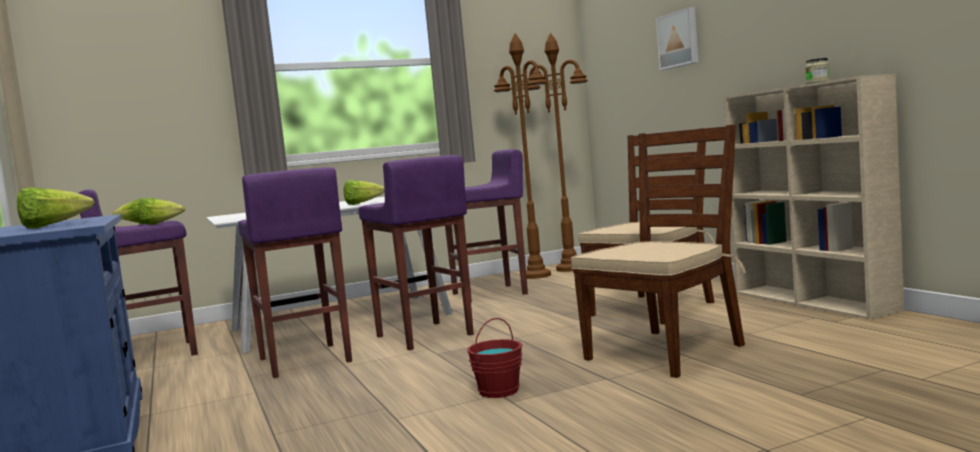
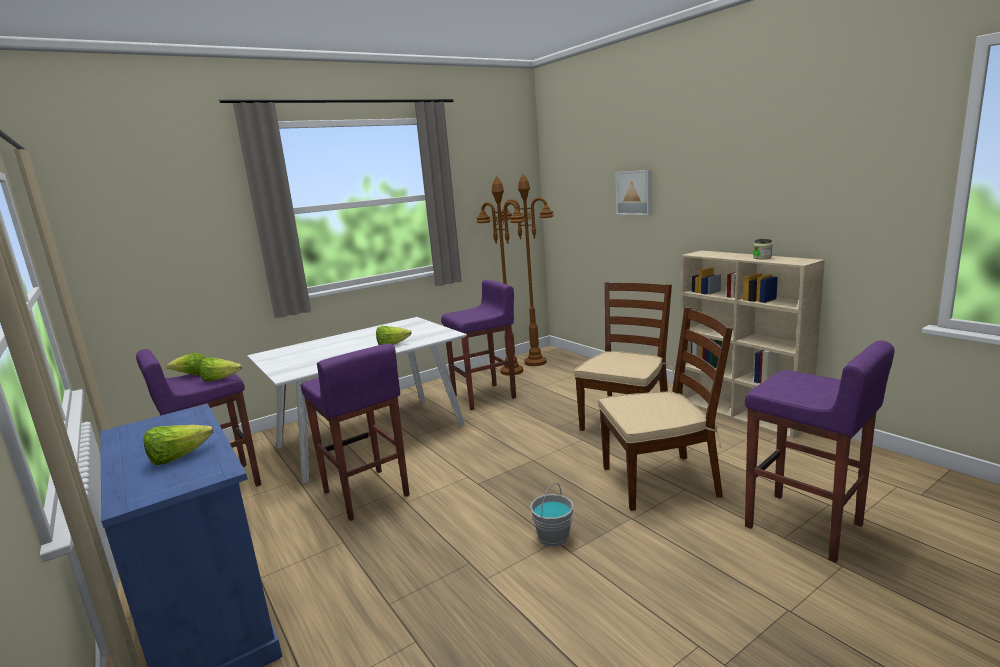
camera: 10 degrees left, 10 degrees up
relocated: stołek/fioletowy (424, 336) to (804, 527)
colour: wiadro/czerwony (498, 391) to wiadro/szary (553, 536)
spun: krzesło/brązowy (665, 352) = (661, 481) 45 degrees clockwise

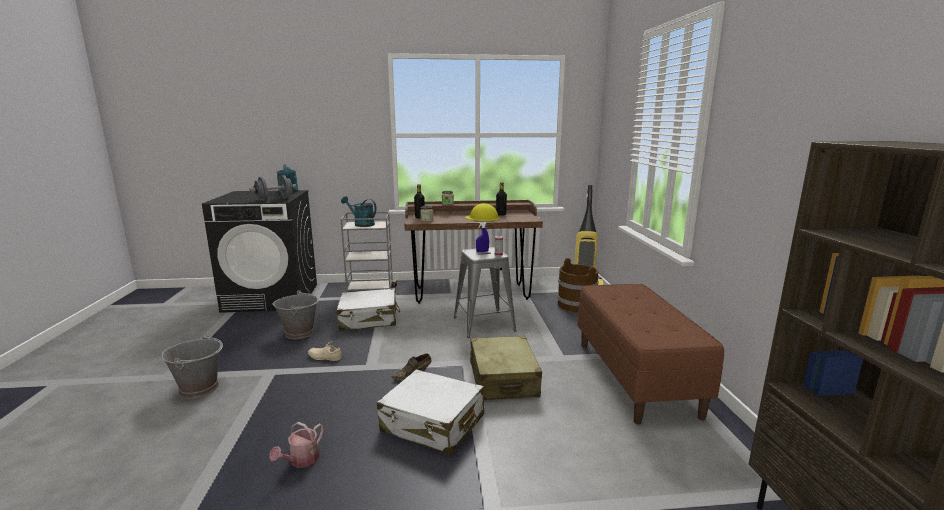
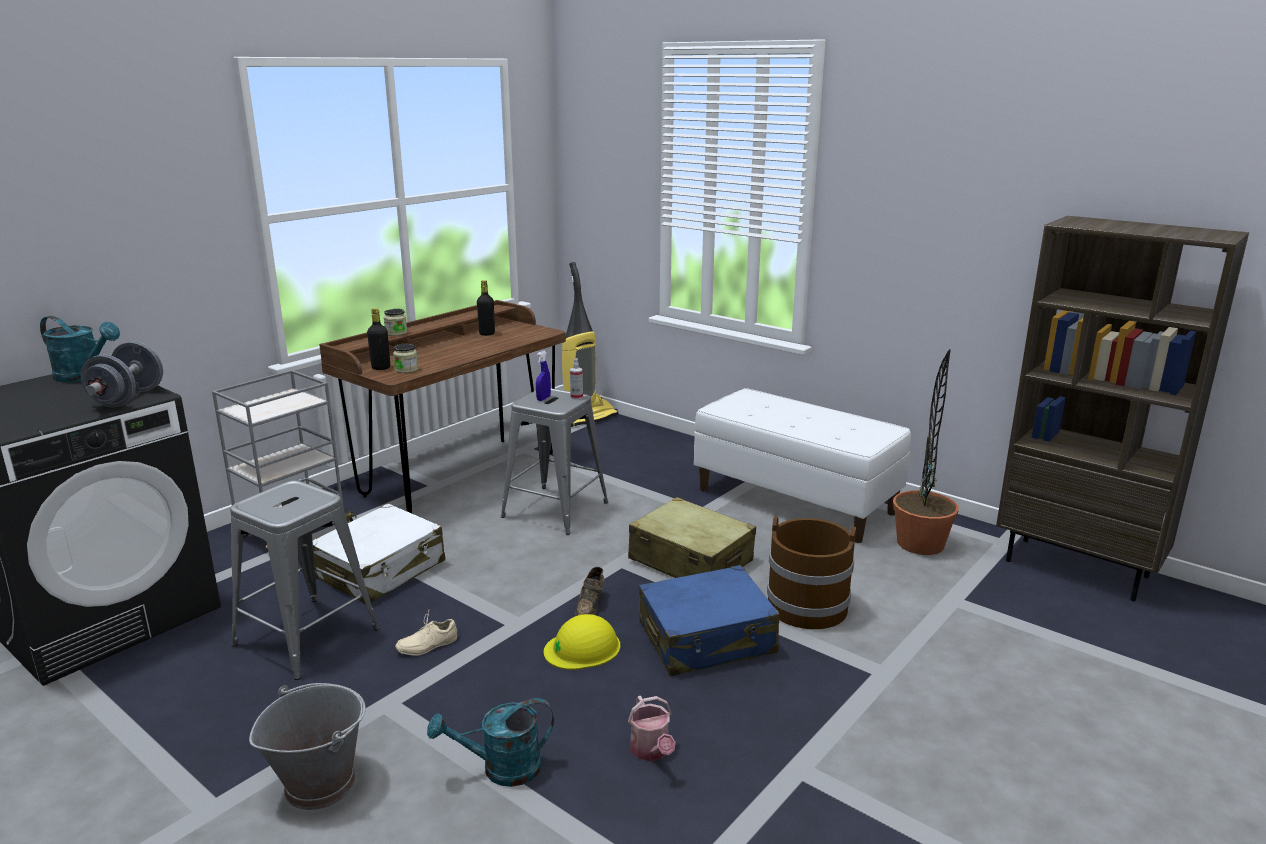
camera: 45 degrees left, 5 degrees up
appeared: roślina doniczkowa (920, 544)
relocated: konewka/turkusowy (361, 224) to (501, 769); kask/żółty (482, 218) to (583, 648); wiadro/brązowy (576, 305) to (808, 606)
exchanged: wiadro/szary (300, 333) to stołek/szary (306, 637)
colour: ławka/brązowy (636, 377) to ławka/biały (796, 501); walizka/biały (433, 424) to walizka/niebieski (707, 638)

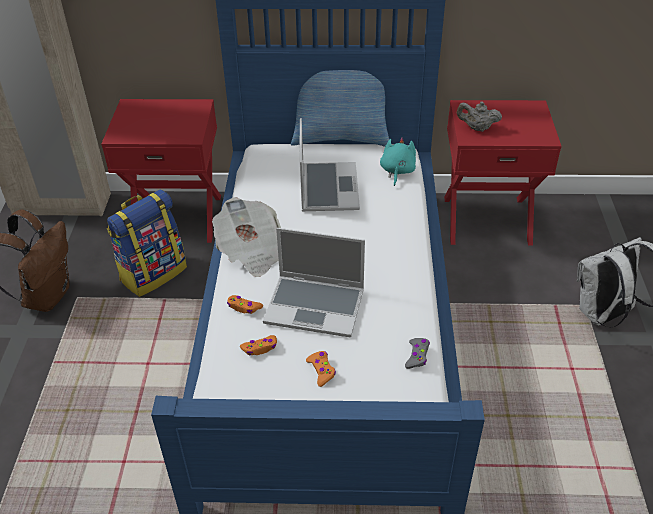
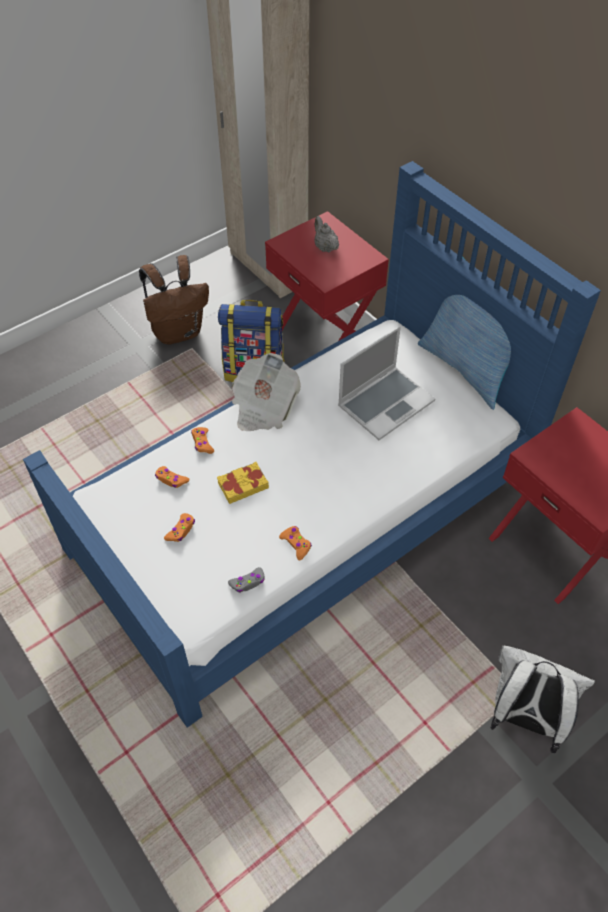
camera: 50 degrees right, 10 degrees up
missing: pluszak/turkusowy (397, 171)
appeared: pad do gier/pomarańczowy (296, 544)
relocated: imbryk/szary (477, 128) to (325, 247)
exchanged: laptop (316, 306) to książka/żółty (242, 485)

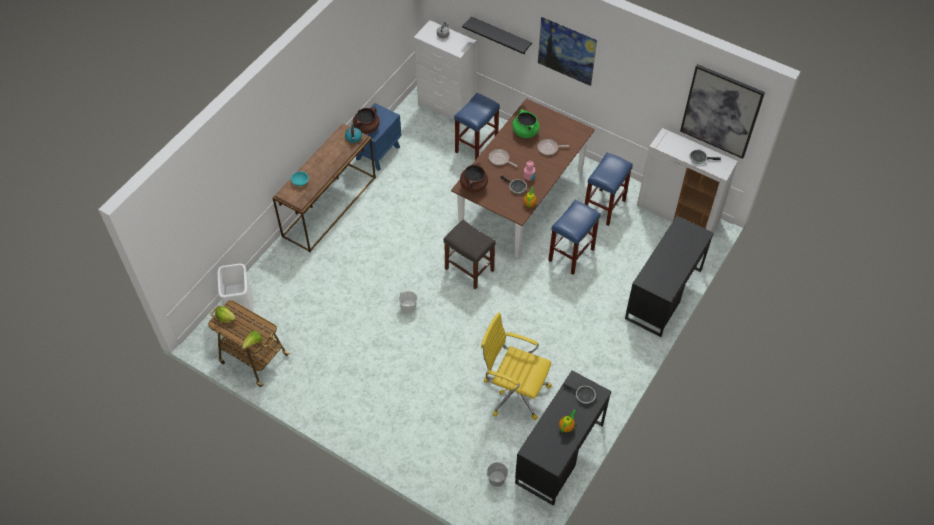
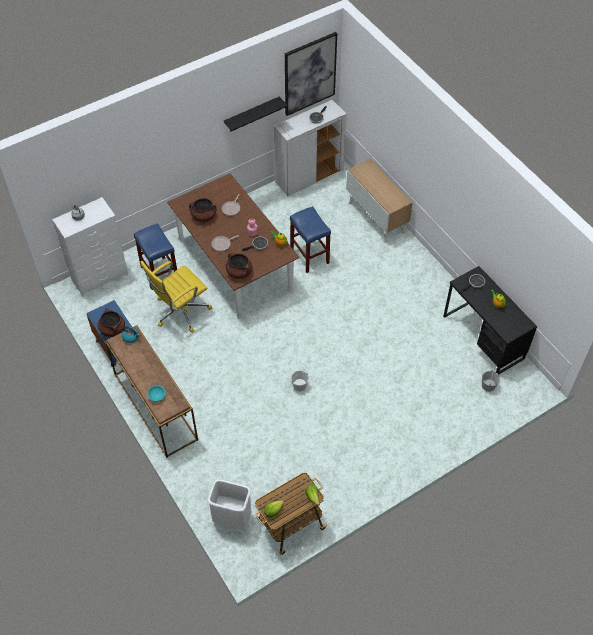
camera: 65 degrees left, 0 degrees up
missing: obraz (565, 63); stołek/niebieski (604, 207); stołek/szary (468, 269)
relocated: półka/czarny (501, 36) to (252, 115); krzesło biurowe/żółty (514, 391) to (180, 311)
exchanged: biurko/czarny (663, 294) to szafka (376, 217)
colour: garnek/zielony (525, 132) to garnek/brązowy (203, 216)

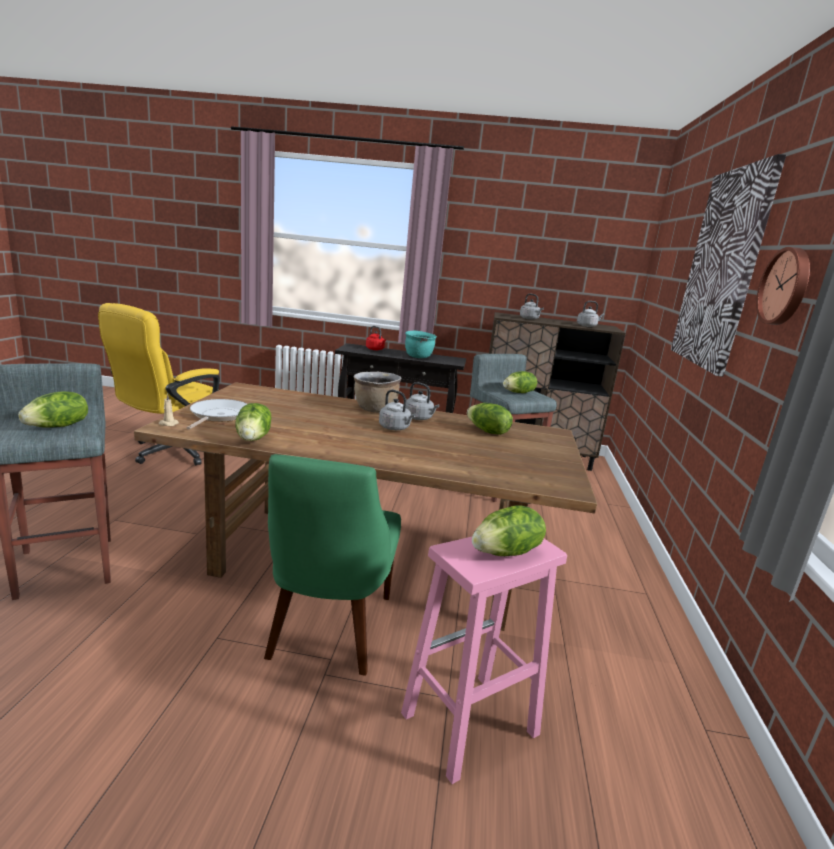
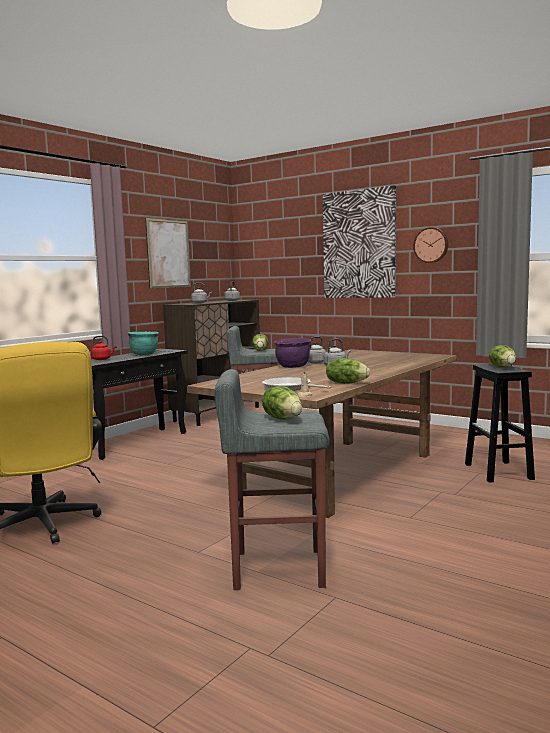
camera: 60 degrees left, 10 degrees down
missing: sałata (487, 431); krzesło/zielony (328, 630)
appeared: obraz (168, 254)
colour: garnek/brązowy (375, 410) to garnek/fioletowy (293, 367); stołek/różowy (468, 725) to stołek/czarny (499, 472)

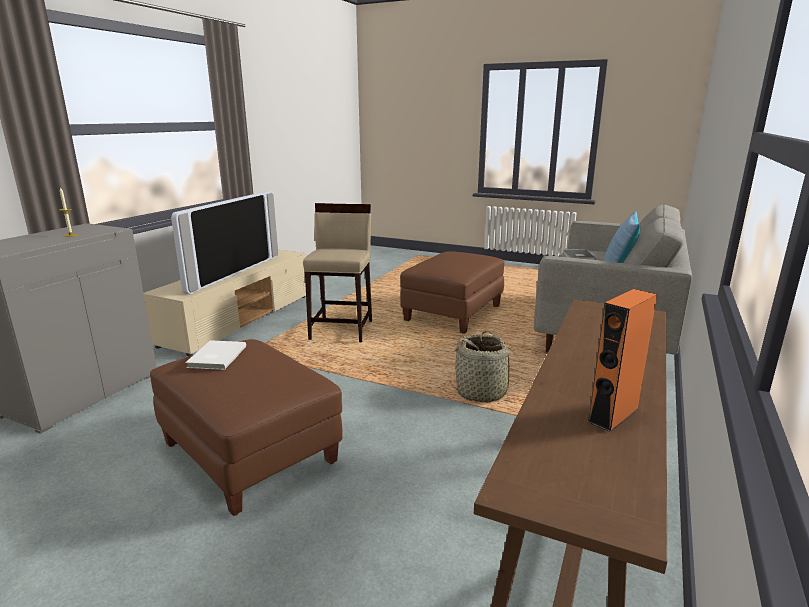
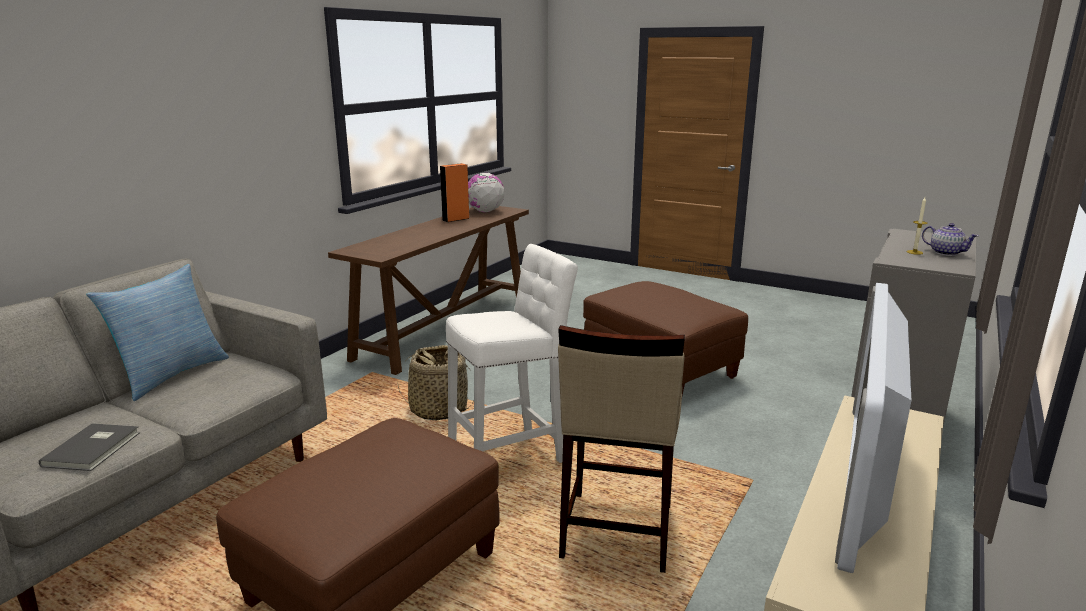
camera: 175 degrees left, 0 degrees up
missing: książka/biały (215, 357)
appeared: globus (485, 211); imbryk (945, 252); stołek/biały (512, 456)

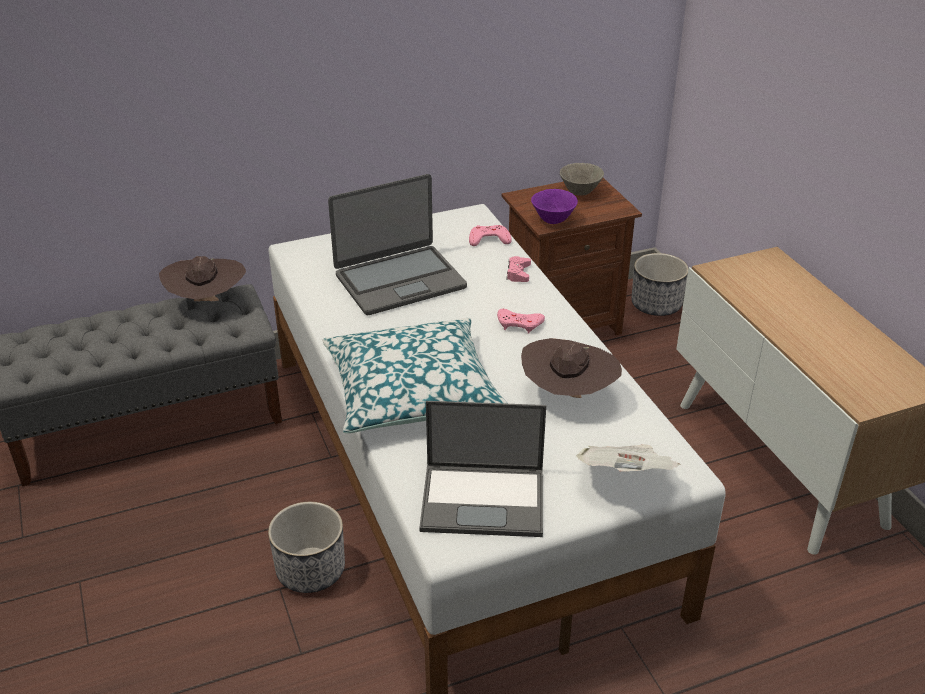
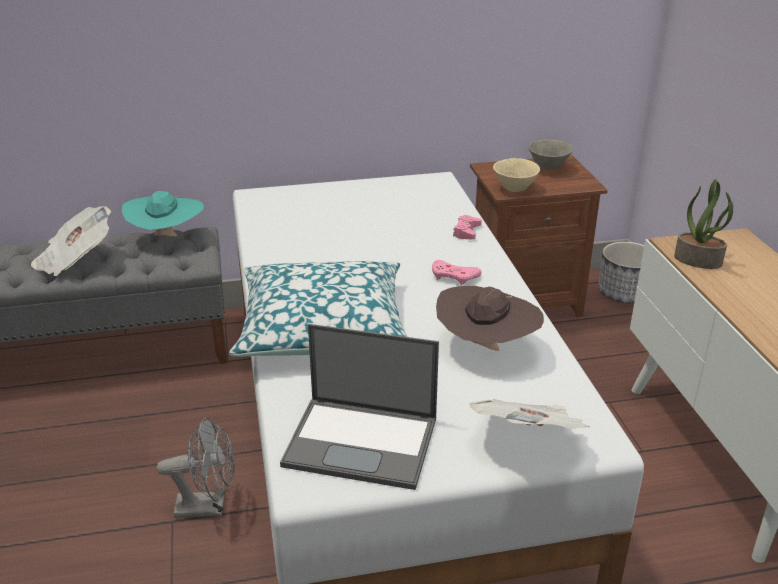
camera: 10 degrees right, 5 degrees down
missing: laptop (399, 281); pad do gier/różowy (489, 239)
appeared: roślina doniczkowa (698, 260); gazeta (75, 260)
exchanged: donica (310, 570) to wentylator/szary (208, 506)
colour: miska/fioletowy (553, 220) to miska/beżowy (514, 189); kapelusz/brązowy (207, 302) to kapelusz/turkusowy (167, 238)

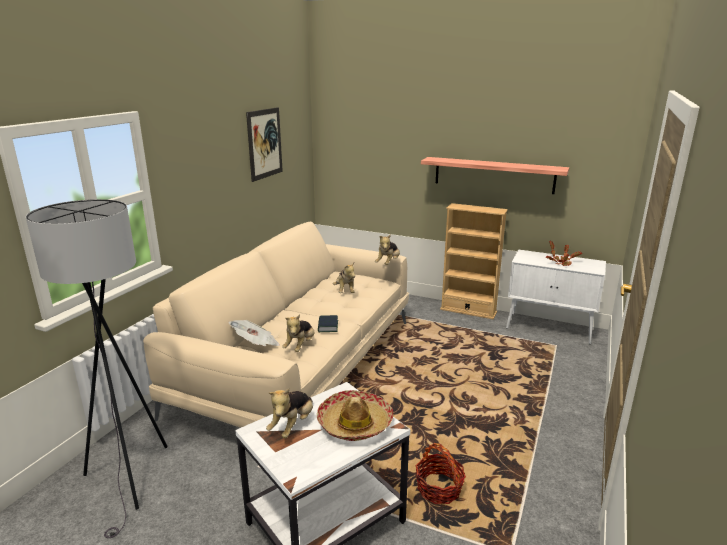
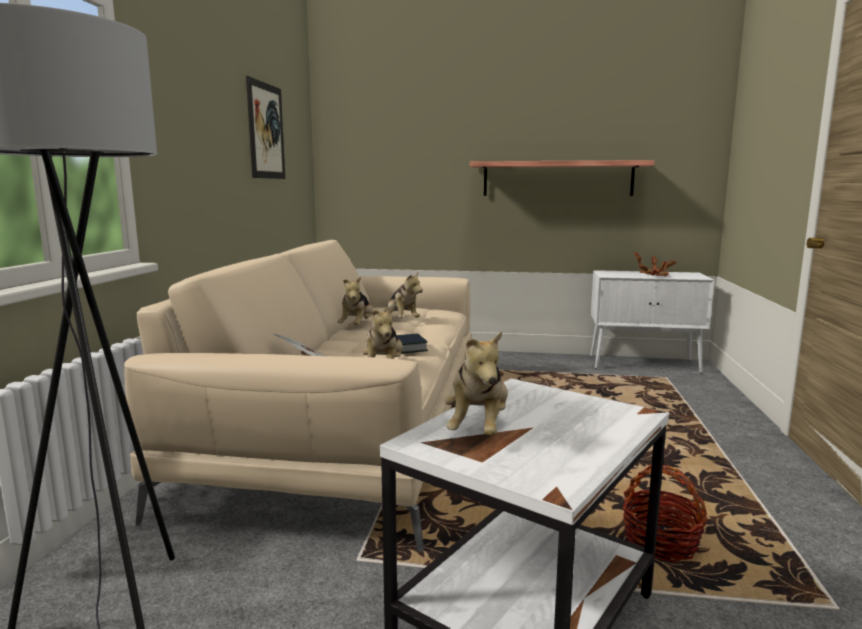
camera: 15 degrees left, 10 degrees down
missing: regał/beżowy (468, 310); kapelusz (355, 423)
relocated: pluszak (388, 263) to (357, 326)

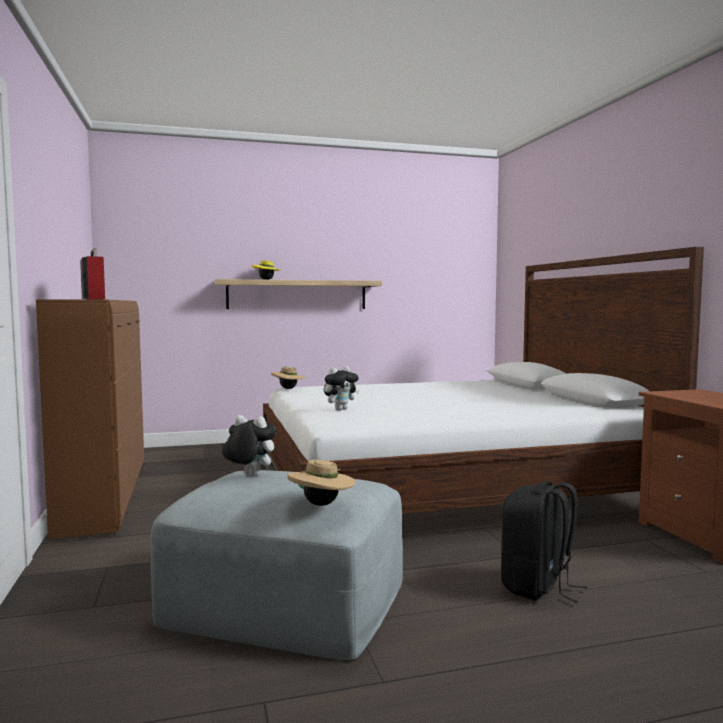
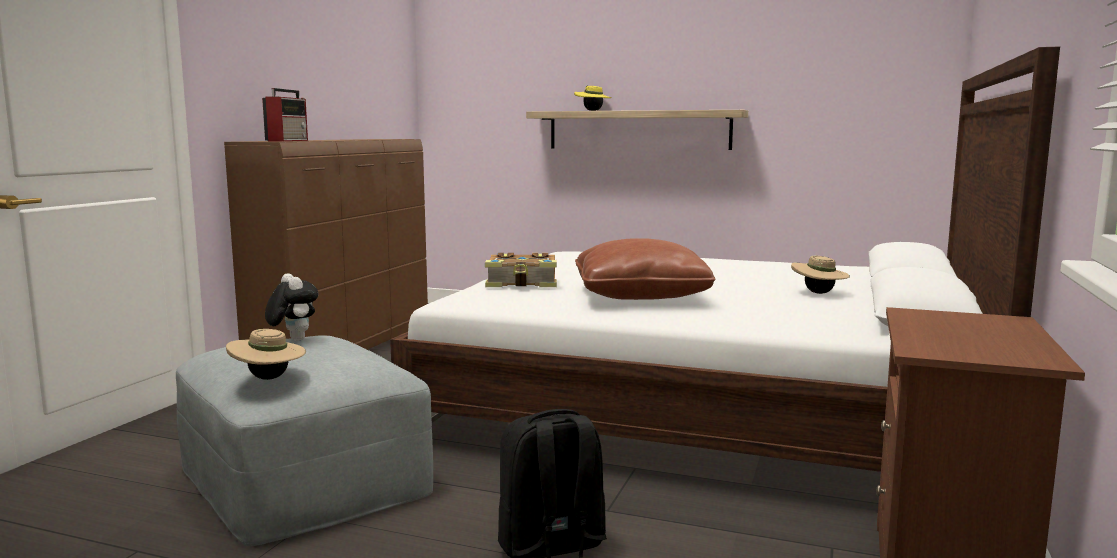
camera: 35 degrees right, 5 degrees up
appeared: poduszka/brązowy (640, 296)
relocated: kapelusz/beżowy (288, 389) to (818, 293)
exchanged: pluszak (340, 409) to książka (523, 283)

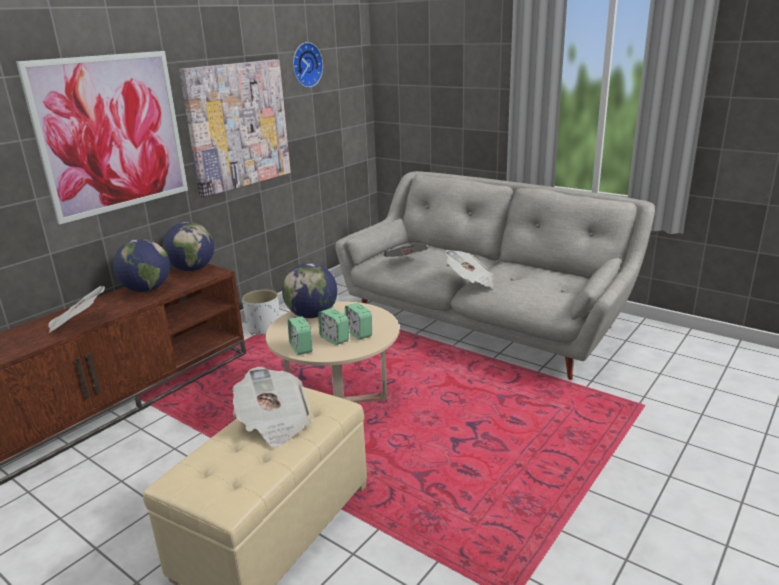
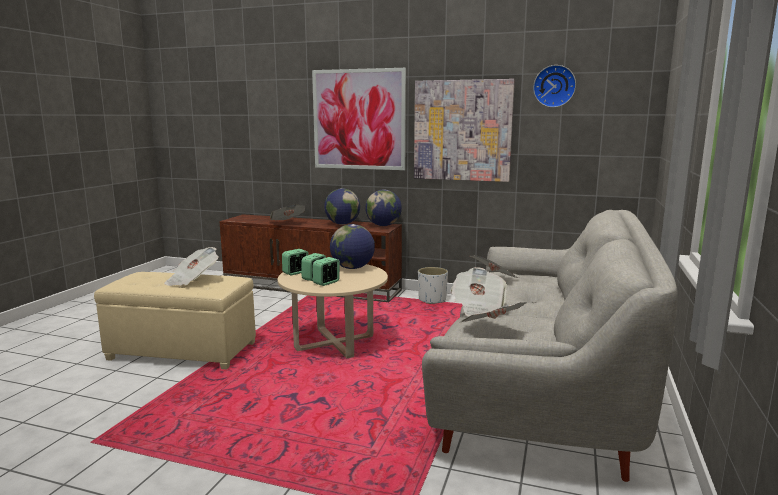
camera: 70 degrees right, 10 degrees down
appeared: gazeta (491, 329)

